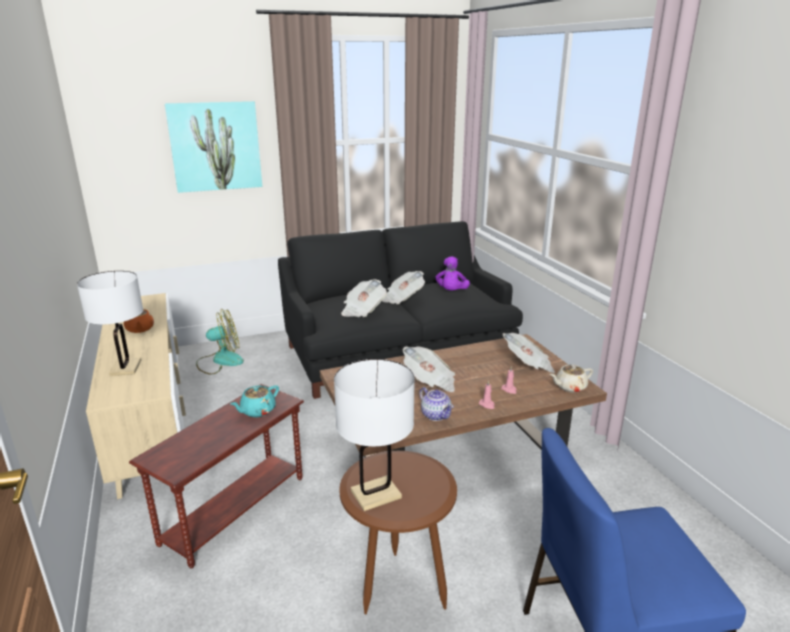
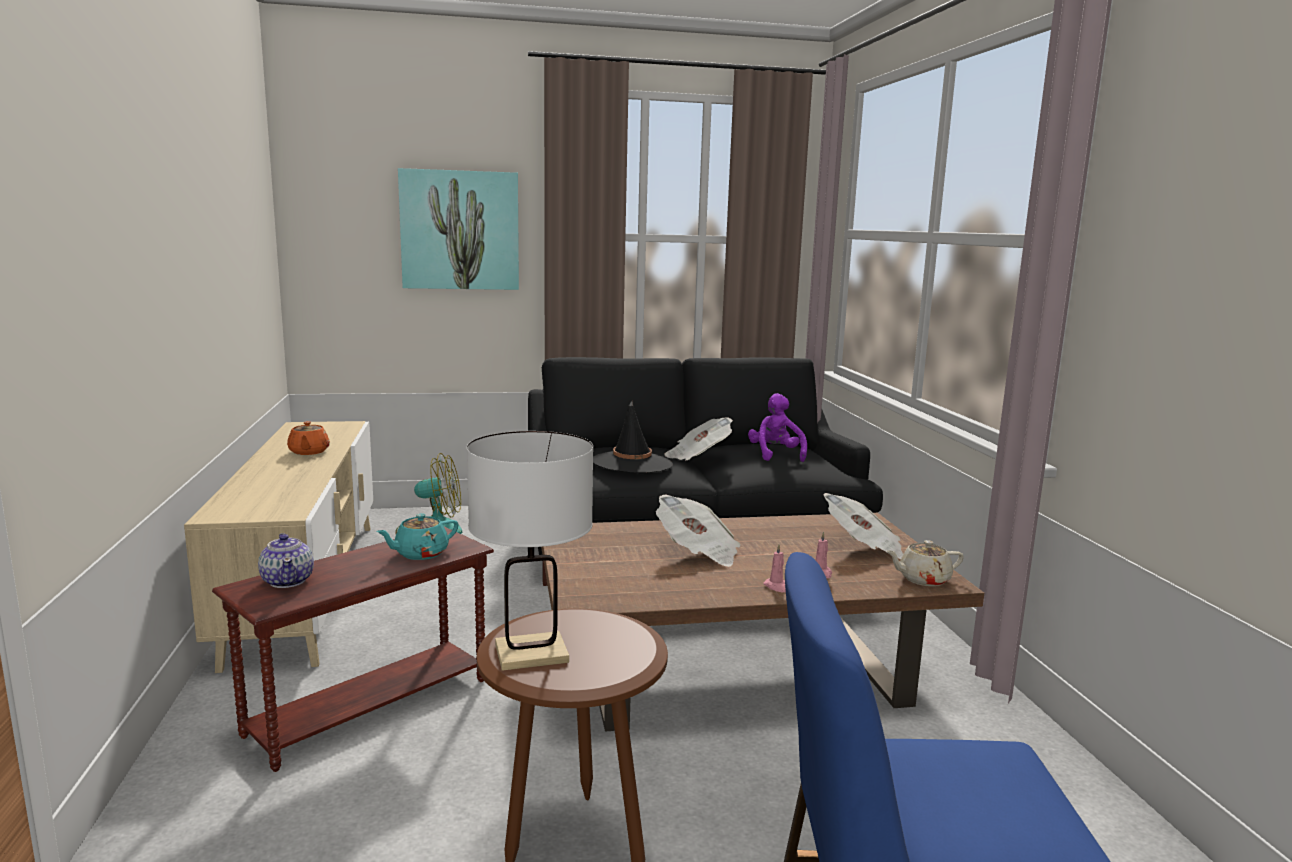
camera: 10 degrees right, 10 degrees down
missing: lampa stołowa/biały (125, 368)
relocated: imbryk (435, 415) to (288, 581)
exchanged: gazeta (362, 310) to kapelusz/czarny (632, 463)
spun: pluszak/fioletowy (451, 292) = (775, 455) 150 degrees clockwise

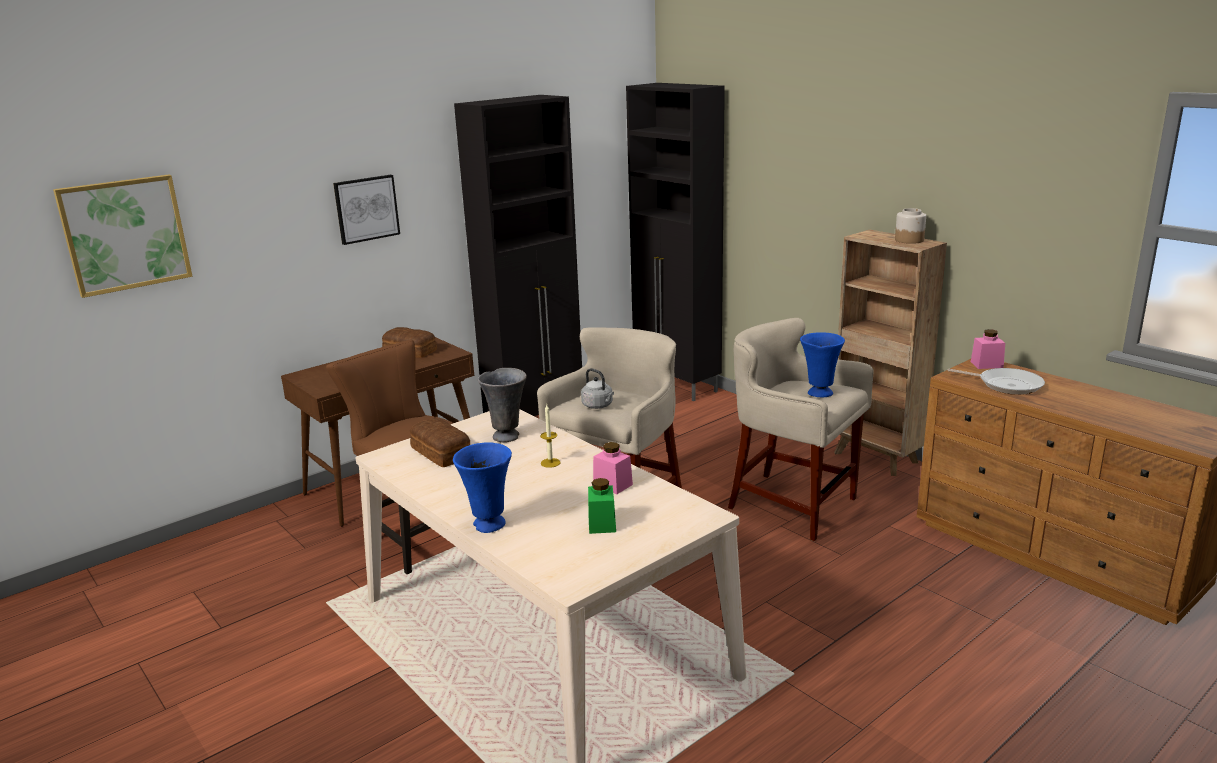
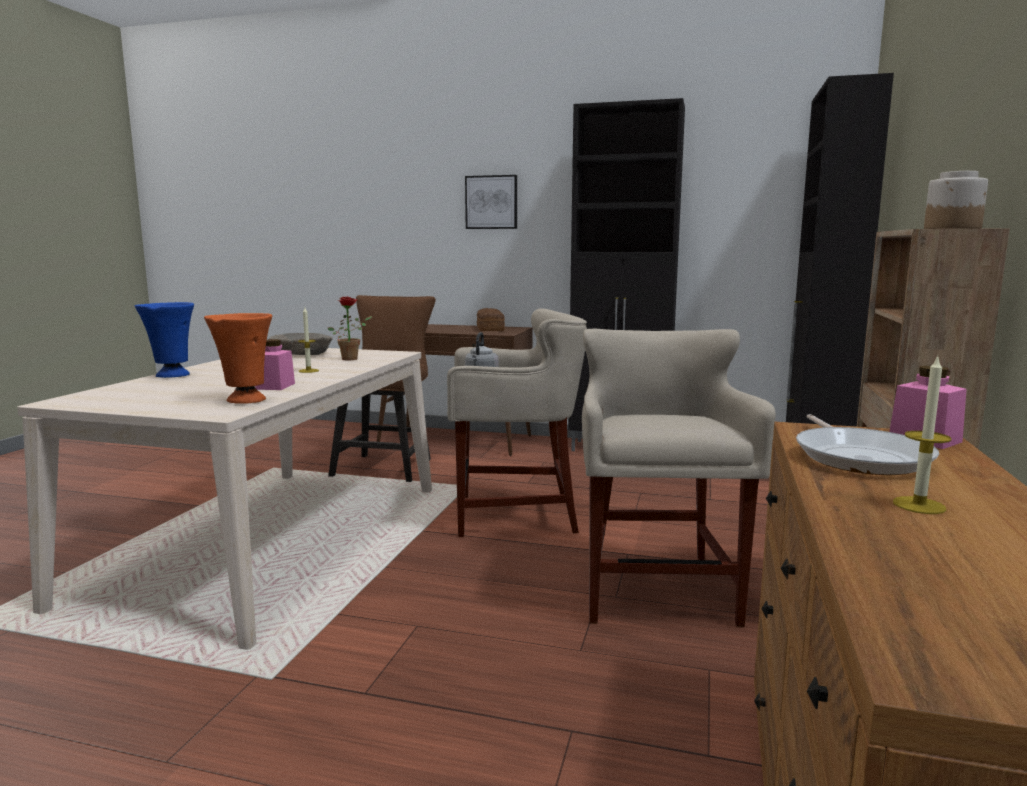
camera: 55 degrees right, 10 degrees down
missing: obraz (125, 234); wazon/niebieski (819, 393); słoik/zielony (602, 524)
appeared: wazon/pomarańczowy (244, 400); świeca (919, 505)
exchanged: wazon/szary (507, 436) to roślina doniczkowa (352, 358); chleb (441, 453) to miska/beżowy (301, 354)

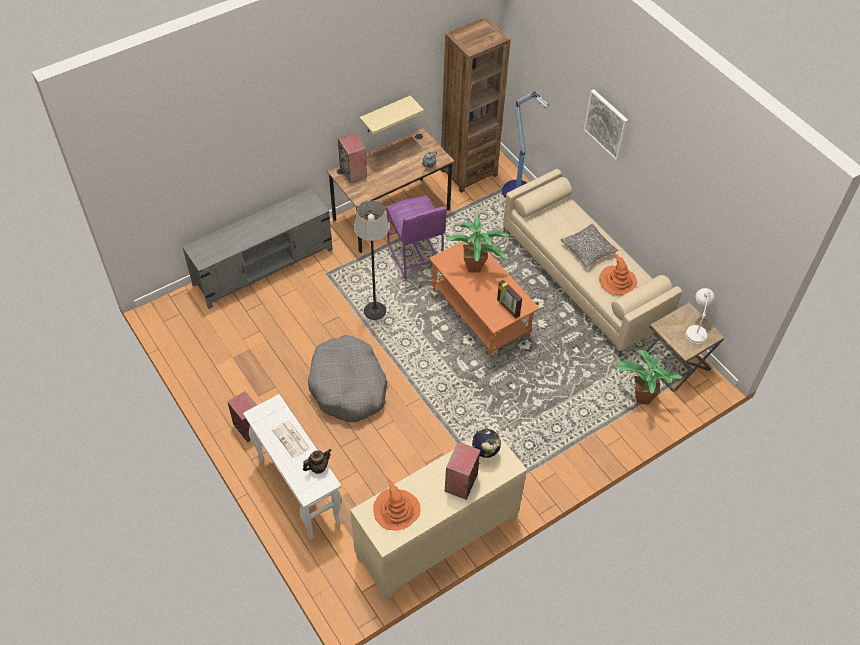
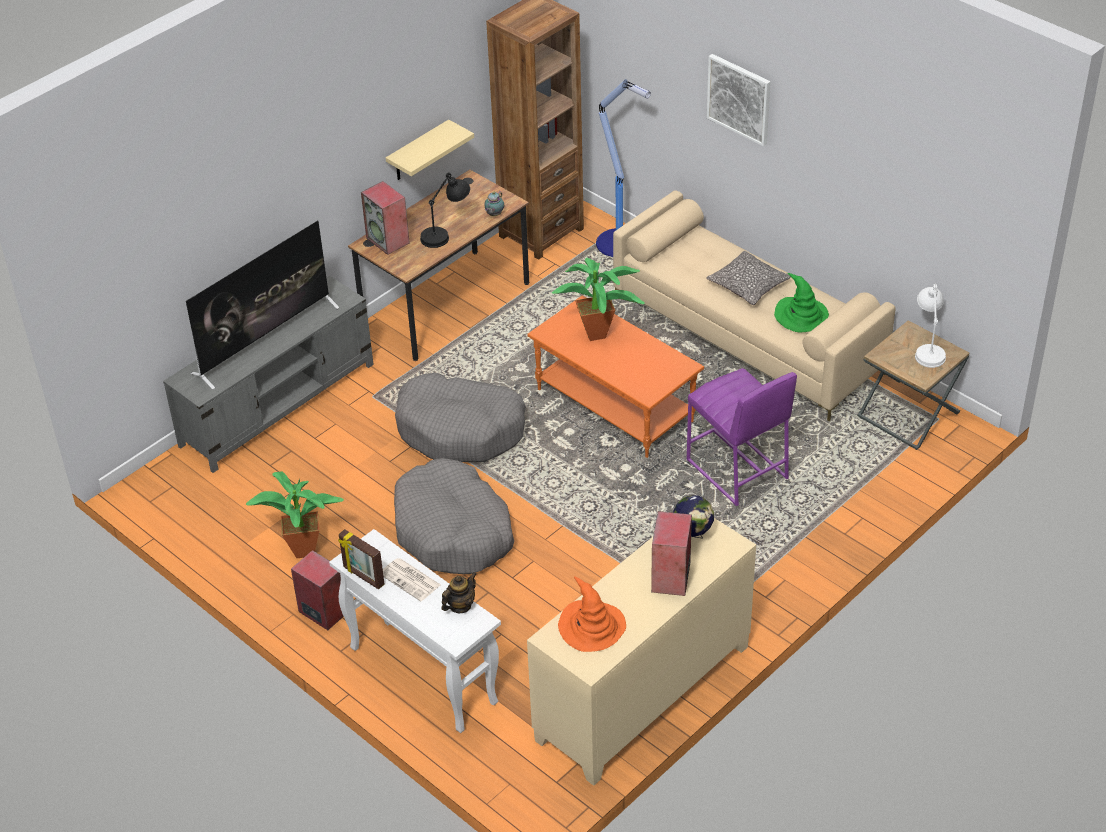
camera: 10 degrees left, 10 degrees down
appeared: lampa stołowa/czarny (446, 233); telewizor (266, 339)
relocated: stołek/fioletowy (415, 257) to (736, 470); ramka na zdjęcie (507, 308) to (363, 576); roślina doniczkowa (638, 397) to (299, 549)
exchanged: lampa stojąca (374, 311) to legowisko/szary (461, 430)
colour: kapelusz/pomarańczowy (617, 281) to kapelusz/zielony (801, 316)

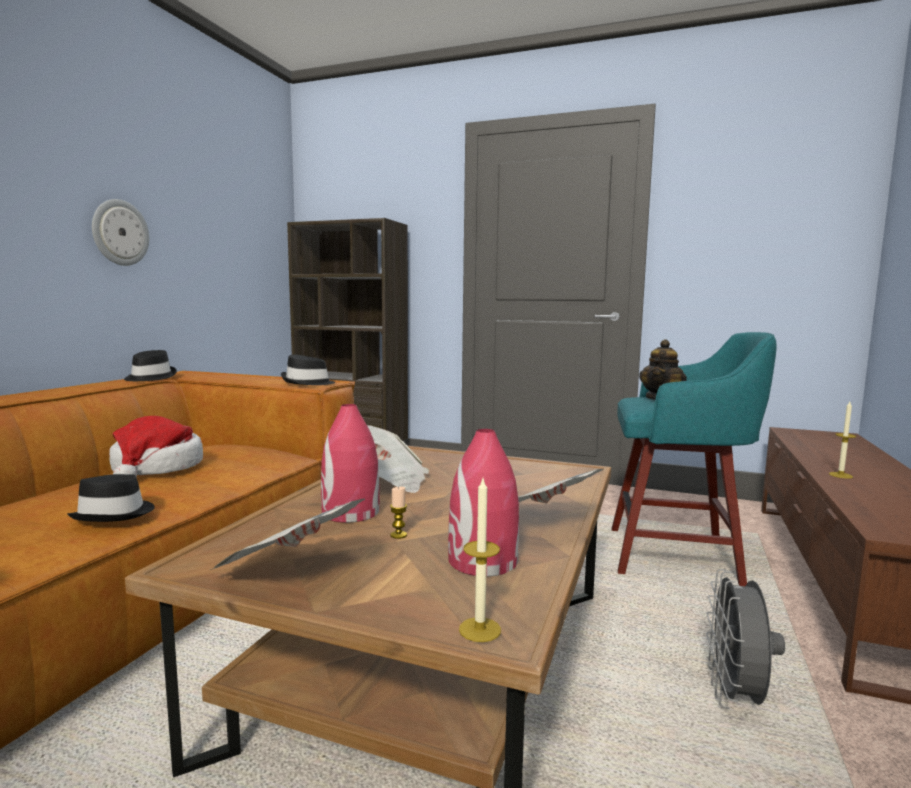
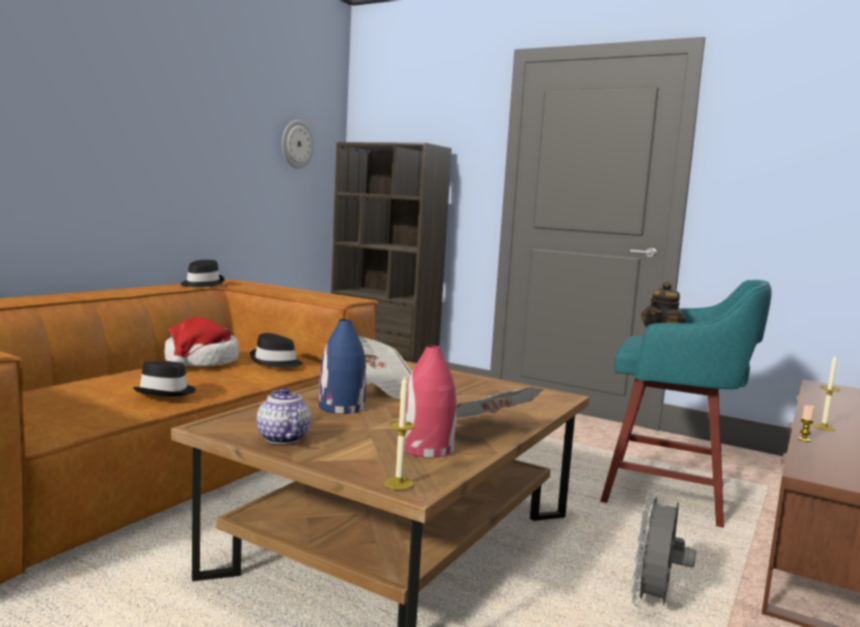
camera: 10 degrees right, 0 degrees up
relocated: zegar ścienny (120, 232) to (296, 144); kapelusz/czarny (307, 382) to (275, 362); świeca (398, 535) to (804, 440)
exchanged: gazeta (290, 572) to imbryk (282, 438)
colour: wazon/czerwony (350, 512) to wazon/niebieski (341, 407)

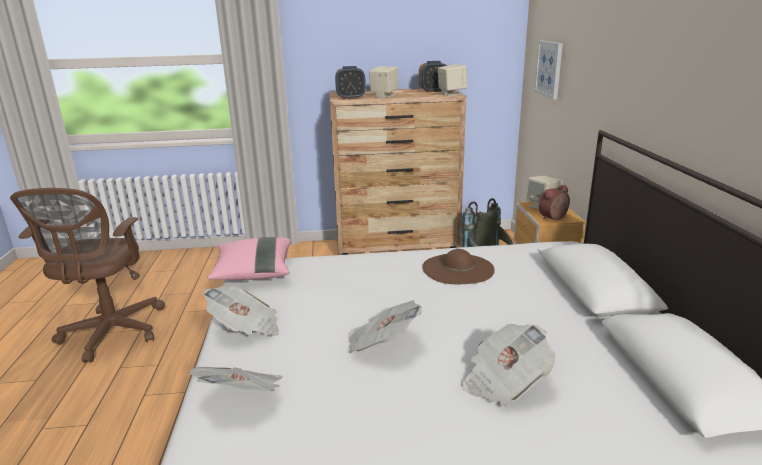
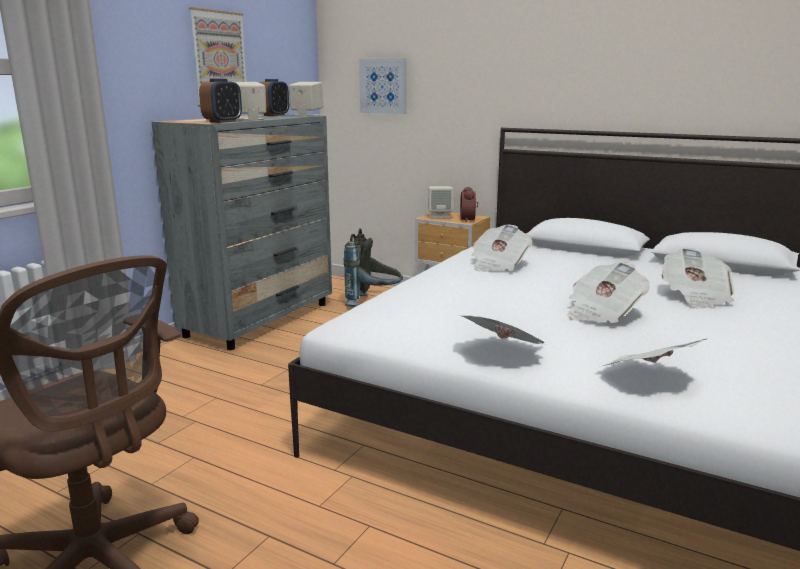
camera: 55 degrees left, 5 degrees down
missing: poduszka/różowy (253, 272)
appeared: obraz (219, 59)
exchanged: kapelusz/brązowy (458, 269) to gazeta (498, 265)
colour: komoda/brązowy (397, 247) to komoda/szary (260, 319)

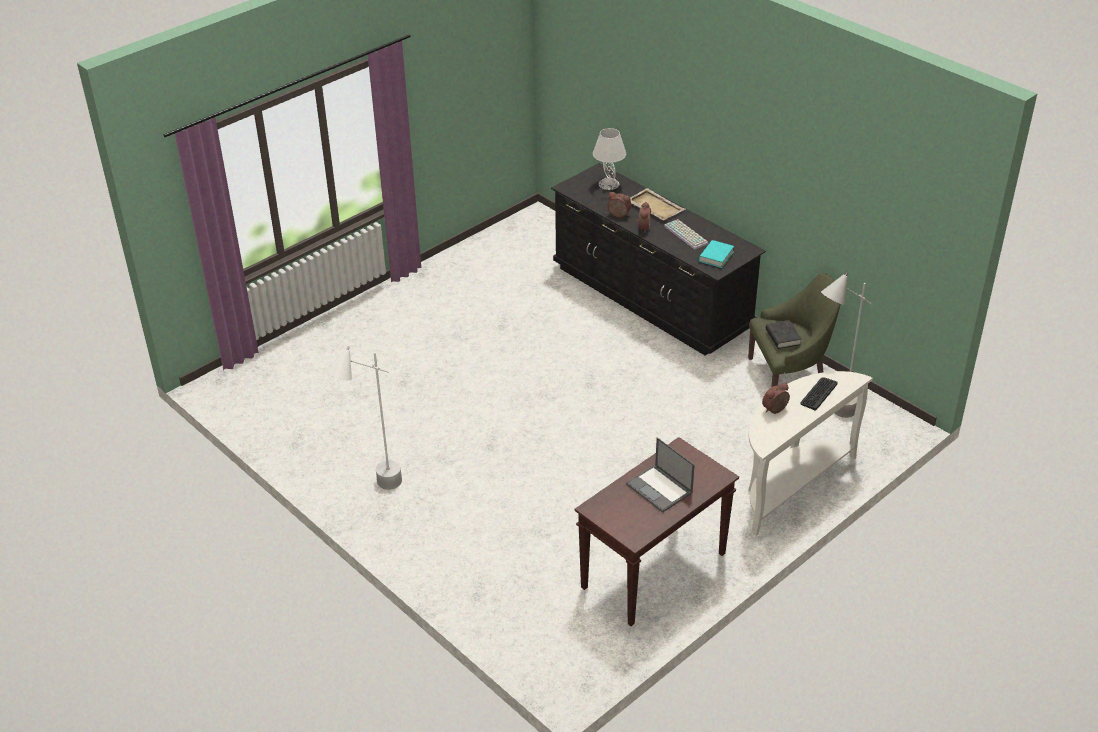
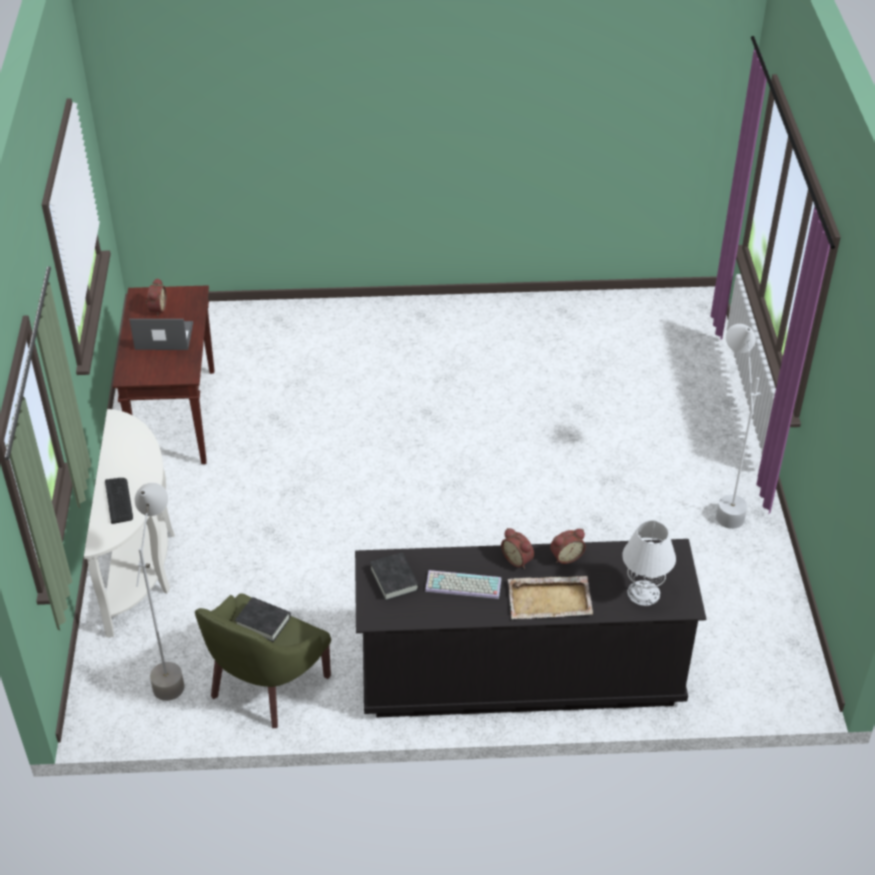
camera: 130 degrees right, 5 degrees up
relocated: lampa stojąca/biały (374, 492) to (722, 500); budzik (776, 410) to (156, 309)
colour: książka/turkusowy (716, 256) to książka/czarny (394, 579)

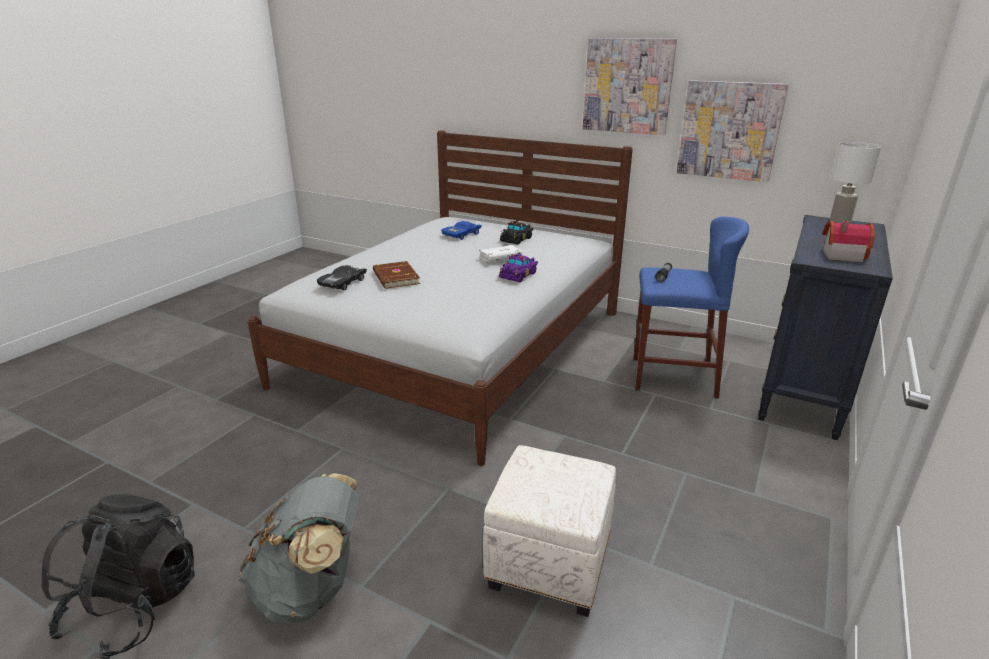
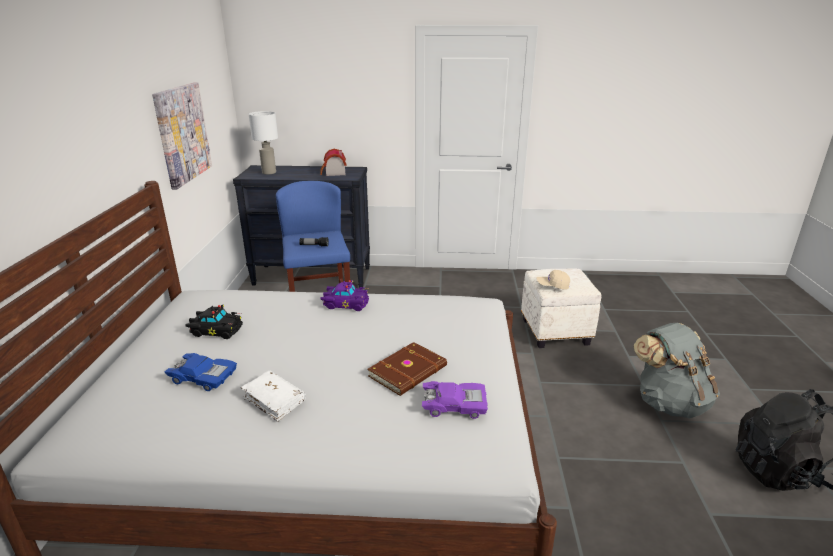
camera: 115 degrees left, 0 degrees up
missing: obraz (627, 86)
appeared: czapka z daszkiem/beżowy (552, 285)
relocated: książka/biały (500, 259) to (274, 401)
colour: samochodzik/czarny (343, 283) to samochodzik/fioletowy (454, 405)

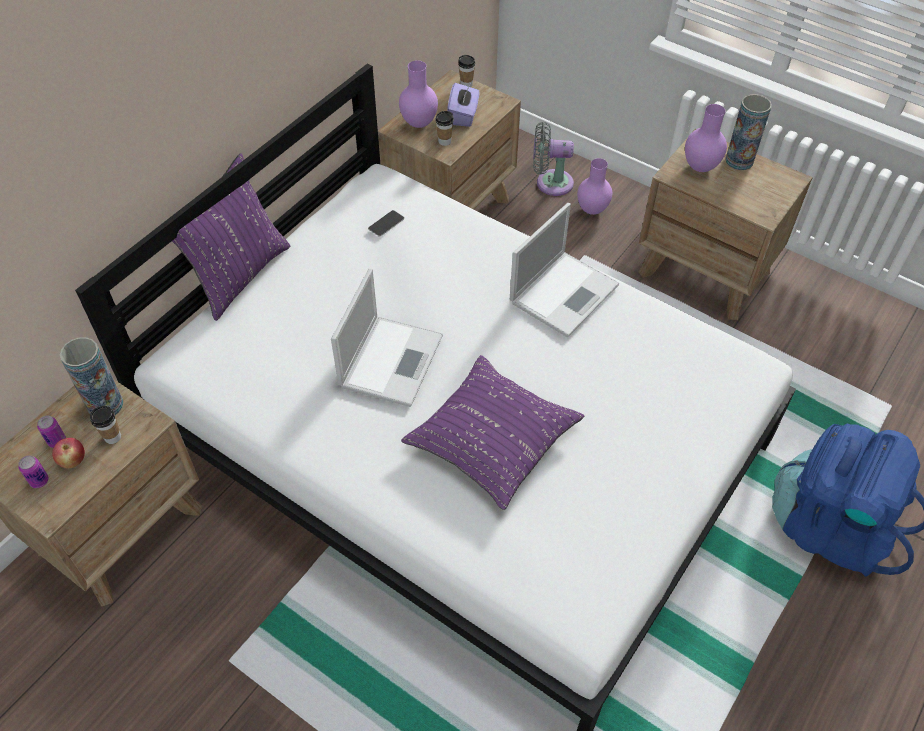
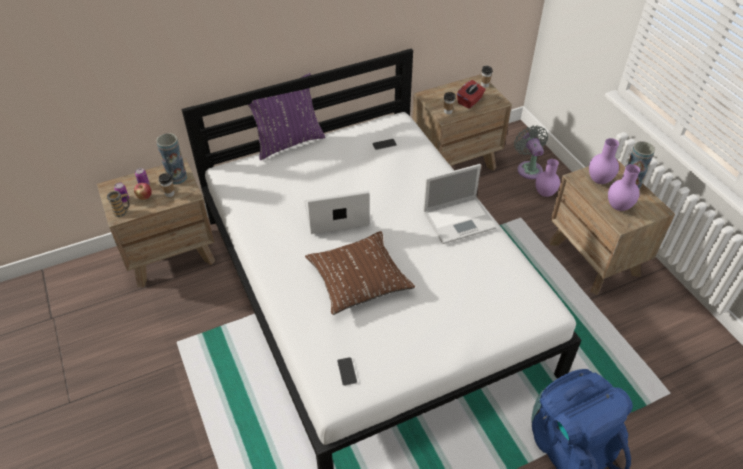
camera: 30 degrees right, 5 degrees down
appeared: kubek (122, 211); telefon (347, 371)
relocated: wazon/fioletowy (419, 124) to (618, 207)
colour: pudełko chusteczek/fioletowy (463, 115) to pudełko chusteczek/czerwony (470, 101); poduszka/fioletowy (492, 439) to poduszka/brązowy (358, 279)
spun: wentylator/szary (550, 183) = (528, 168) 45 degrees clockwise; laptop (391, 359) = (334, 215) 150 degrees counterclockwise

